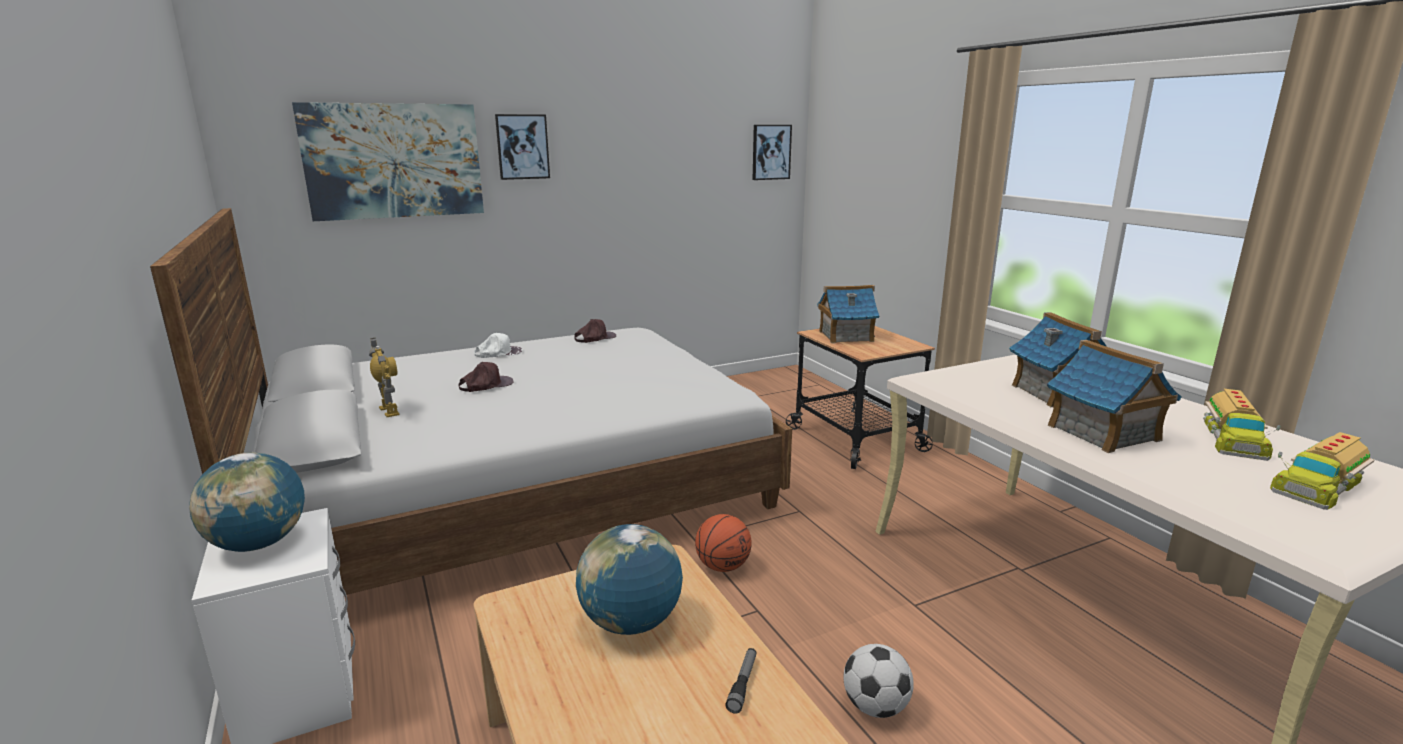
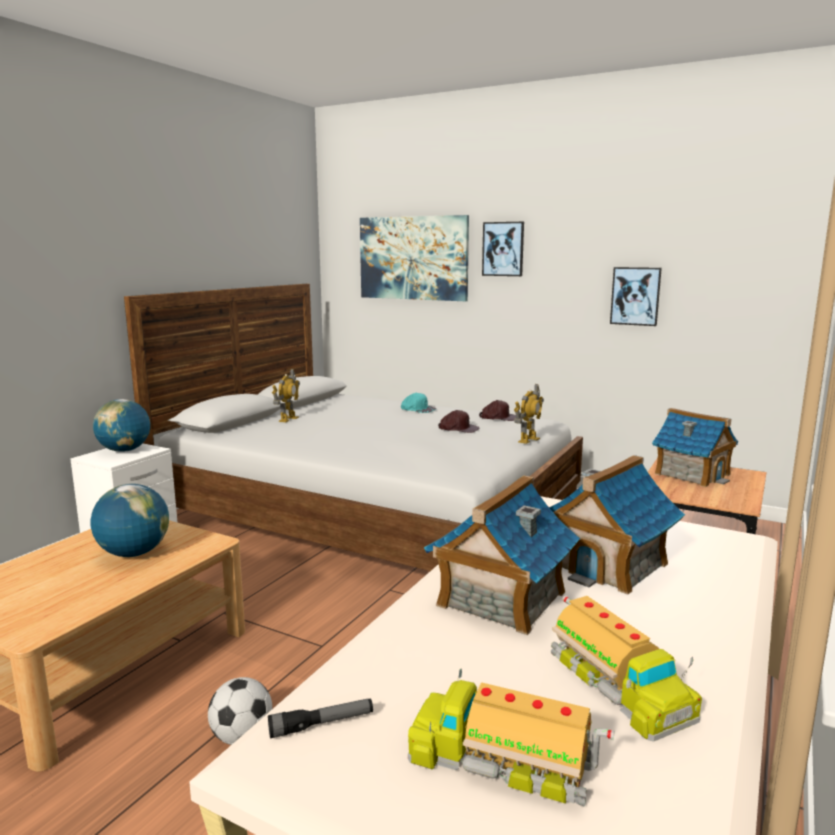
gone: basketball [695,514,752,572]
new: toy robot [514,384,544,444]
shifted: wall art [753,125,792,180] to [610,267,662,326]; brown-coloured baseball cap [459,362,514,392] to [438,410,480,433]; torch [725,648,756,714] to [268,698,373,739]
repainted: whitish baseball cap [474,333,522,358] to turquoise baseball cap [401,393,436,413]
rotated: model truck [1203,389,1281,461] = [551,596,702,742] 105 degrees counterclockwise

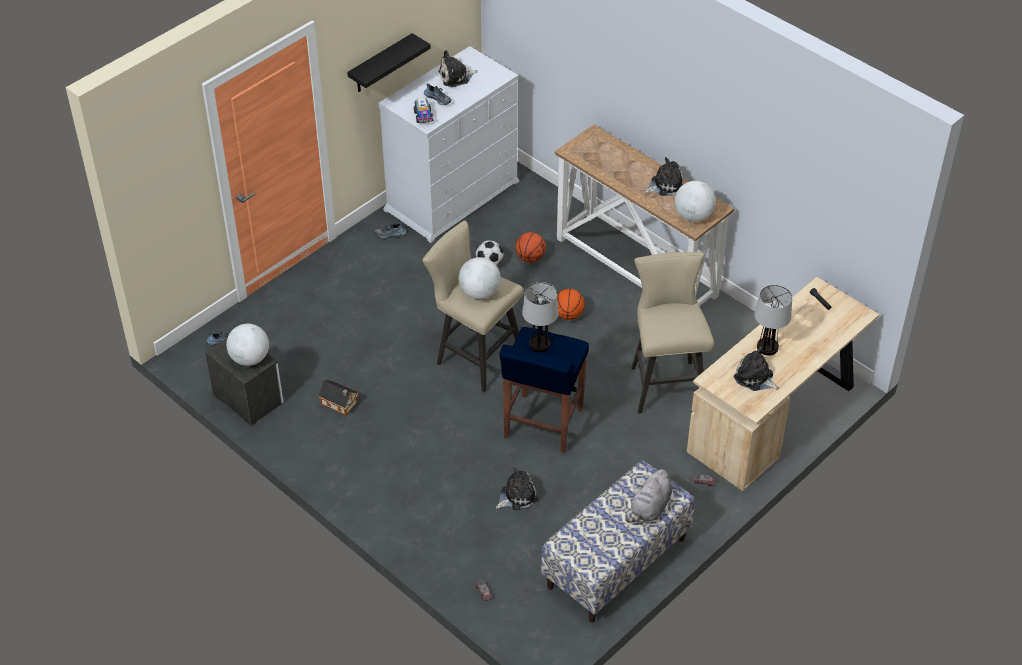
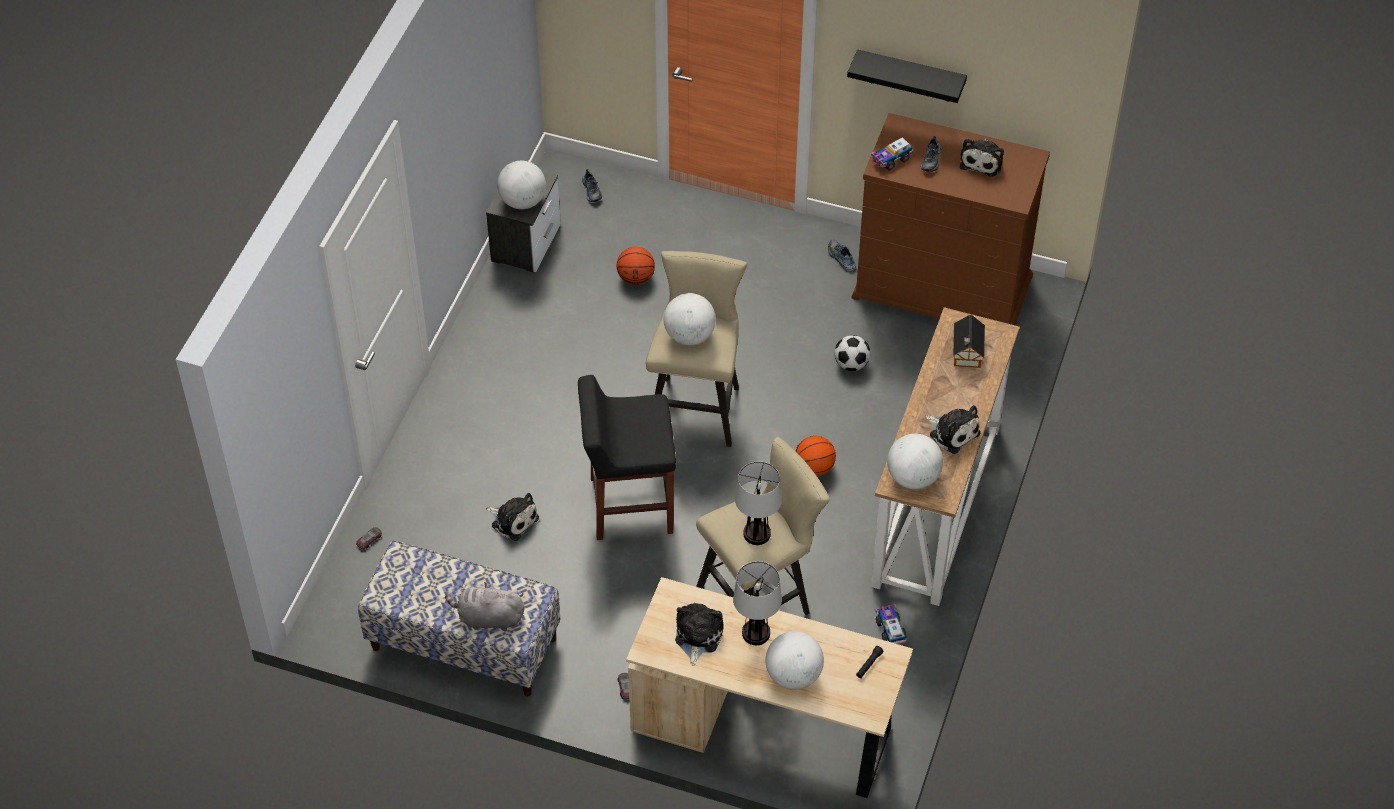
new: model truck [876,604,907,644]; desk globe [765,631,824,690]
shifted: basketball [516,232,546,263] to [617,247,655,285]; tabletop lamp [522,282,559,352] to [735,461,782,545]; model house [318,380,358,415] to [953,315,985,368]
repainted: whitish drawer chest [378,46,519,243] to brown-coloured drawer chest [851,113,1050,325]; bluish sitting stool [500,327,589,453] to blackish sitting stool [578,375,676,540]
rotated: soft toy [439,50,478,87] = [960,138,1004,177] 120 degrees counterclockwise

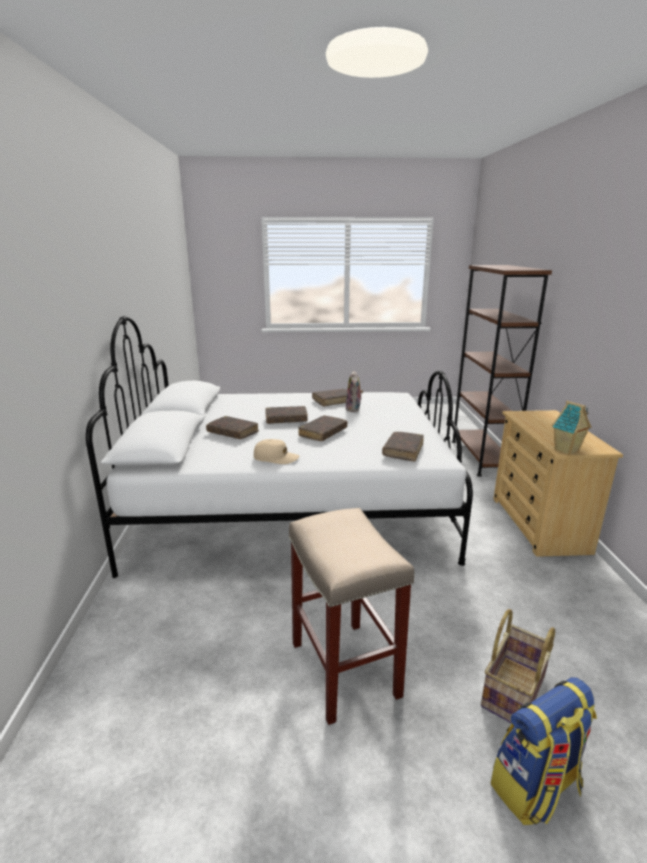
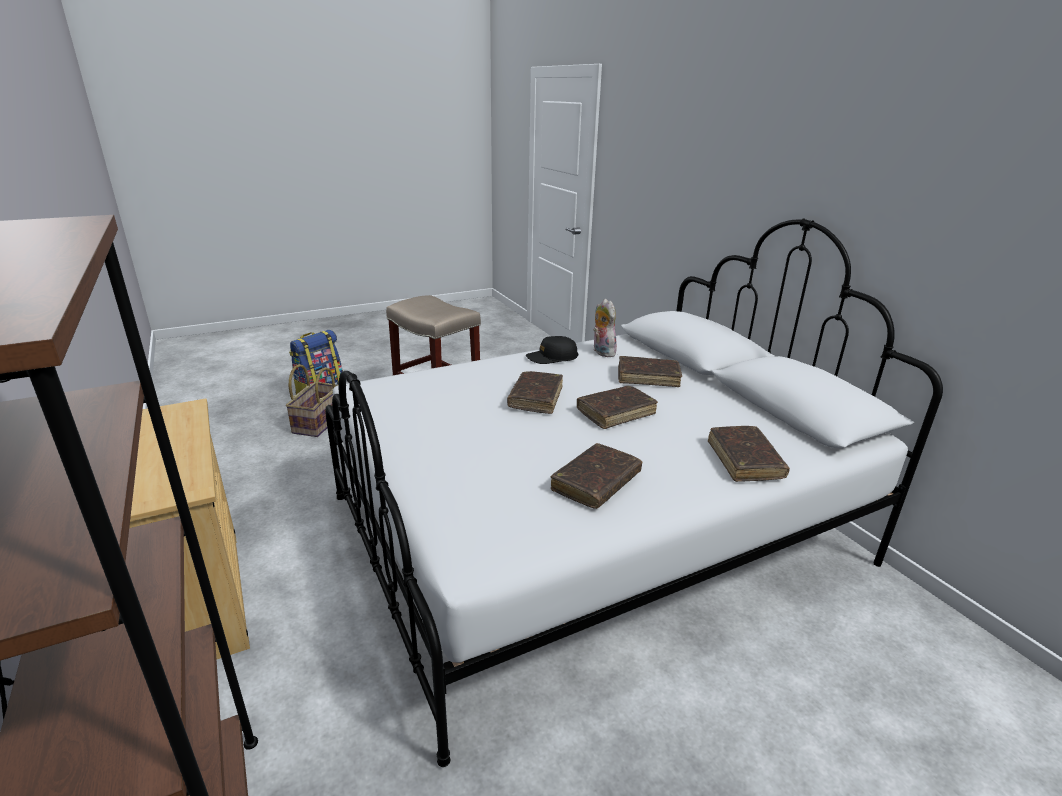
gone: model house [552,401,592,455]
shifted: soft toy [346,371,363,412] to [593,299,617,357]; brown-coloured book [382,432,424,461] to [708,426,790,482]
repainted: beige-coloured baseball cap [254,439,299,464] to blackish baseball cap [526,336,578,364]

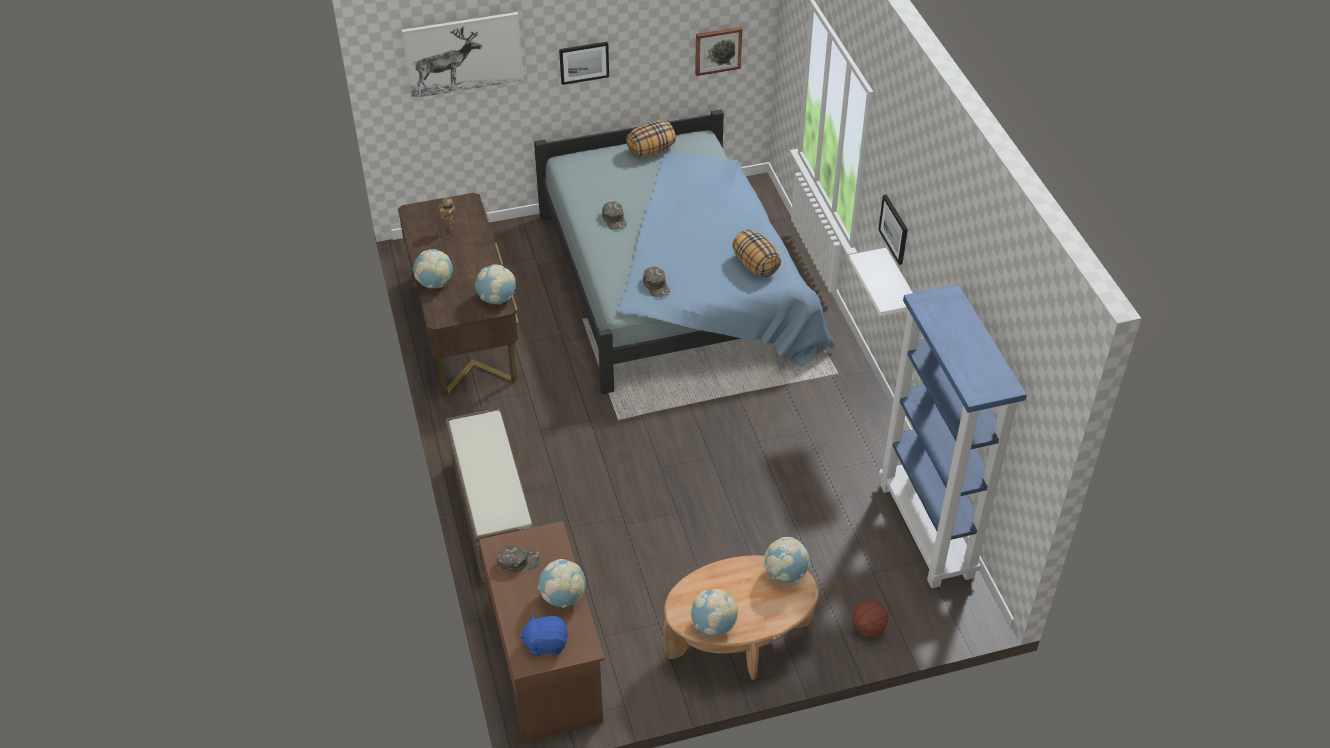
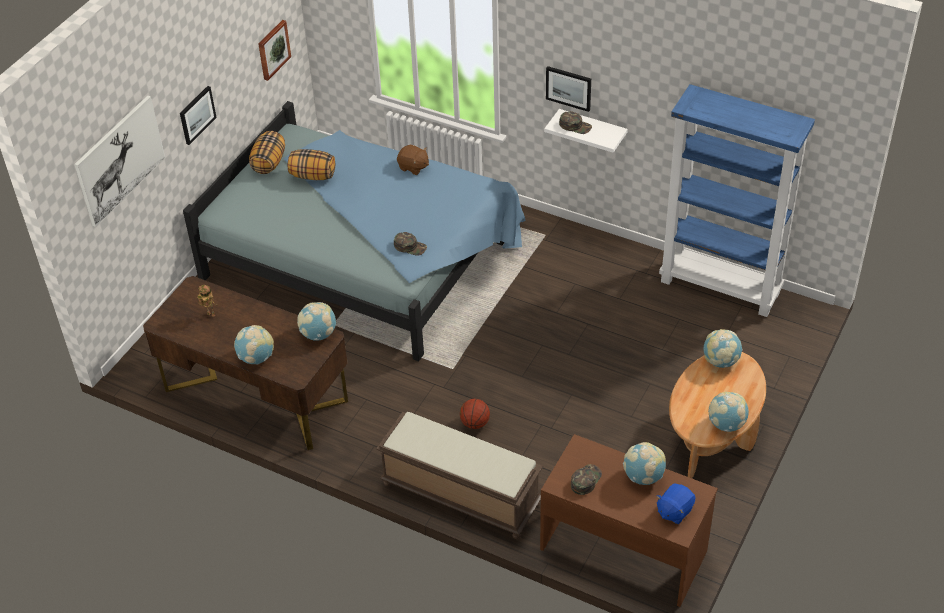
new: brown-coloured soft toy [397,145,429,175]
shifted: green-coloured baseball cap [602,201,627,230] to [559,111,592,134]; throw pillow [732,229,781,277] to [288,149,335,180]; basketball [852,600,888,636] to [460,399,490,429]

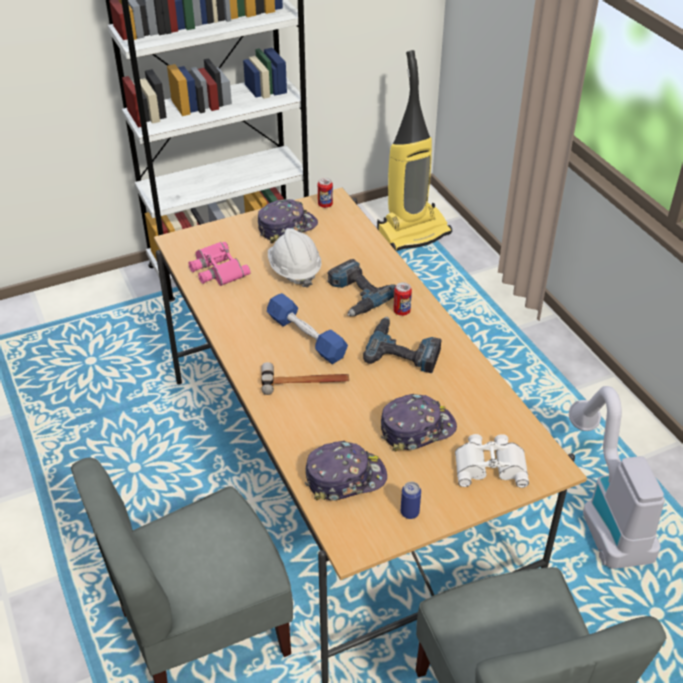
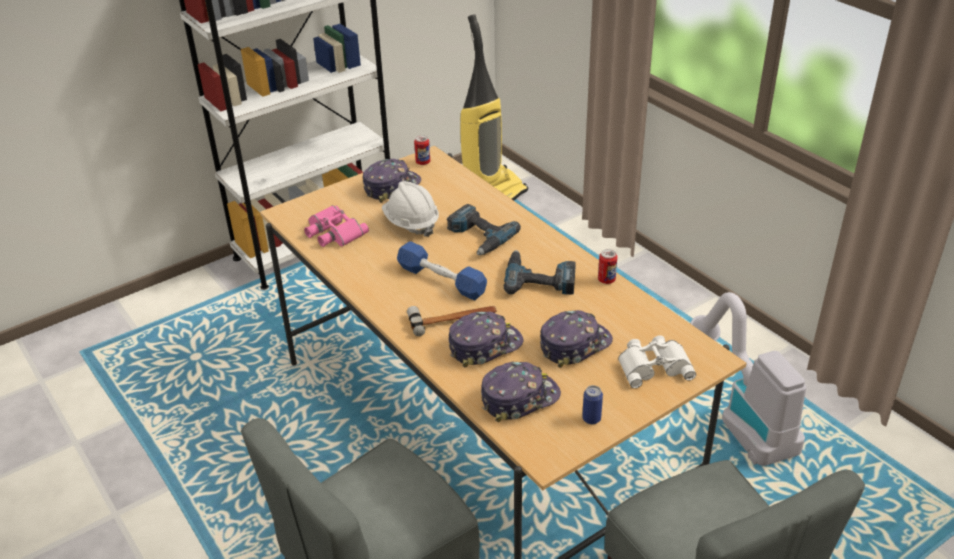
new: baseball cap [449,312,523,368]
shifted: sealed can [393,282,412,316] to [598,249,617,284]

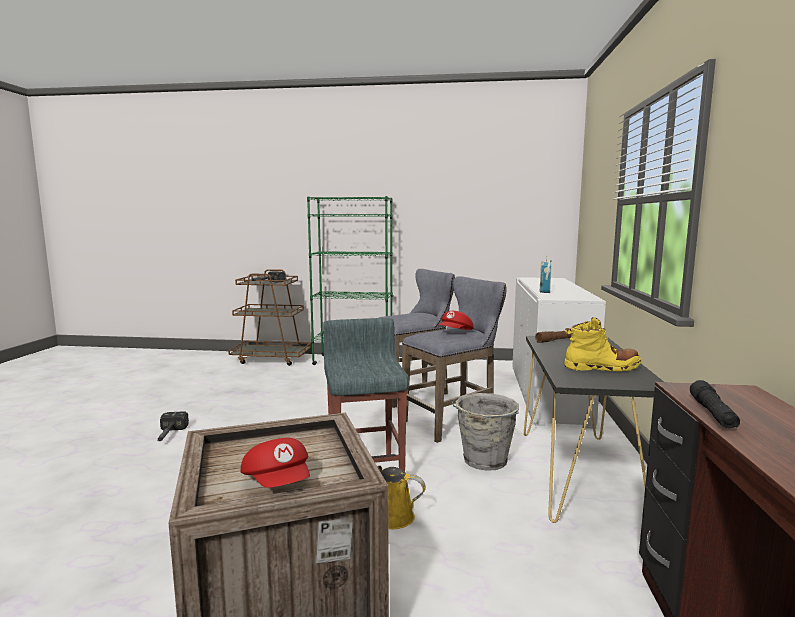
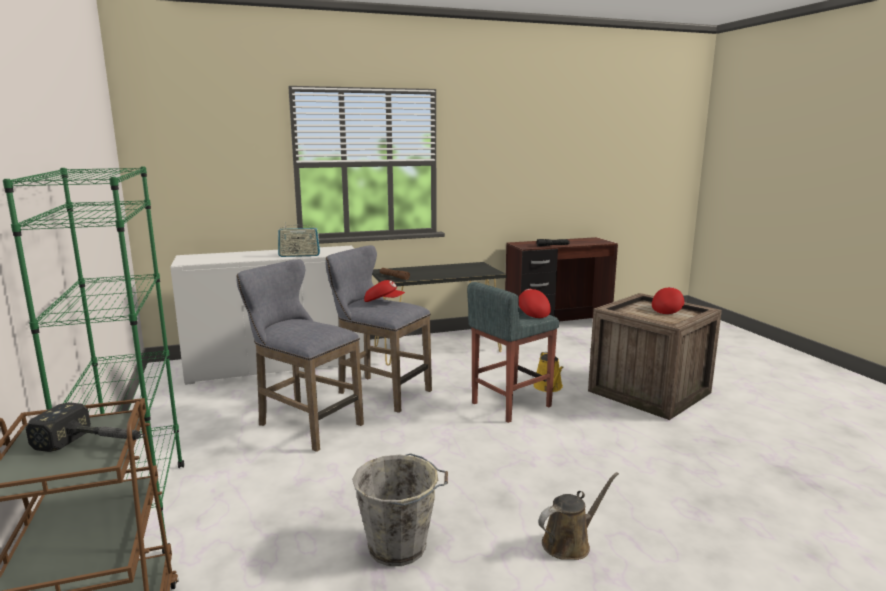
gone: yellow-coloured boot [564,317,641,372]
new: reddish baseball cap [519,289,551,318]
shifted: gray bucket [452,393,519,471] to [352,453,448,566]
swapped: hammer [157,411,189,441] to brown-coloured sprinkling can [538,472,619,560]

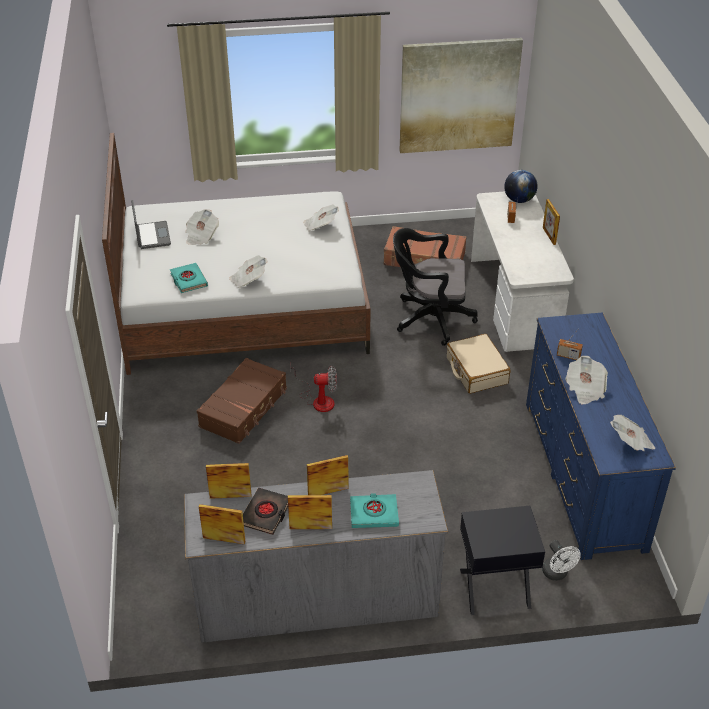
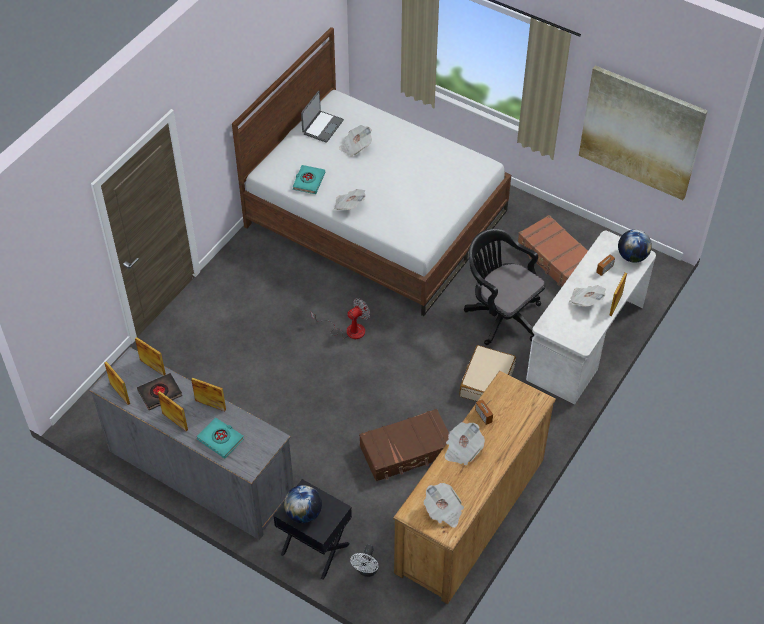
new: desk globe [284,485,322,523]
shifted: printed paper [303,204,339,231] to [569,285,606,307]; brown-coloured travel case [197,358,287,444] to [359,409,449,481]
repainted: bluish drawer chest [526,313,676,560] to brown-coloured drawer chest [393,371,556,604]
rotated: cooling fan [290,362,337,412] = [311,298,370,339] 75 degrees counterclockwise

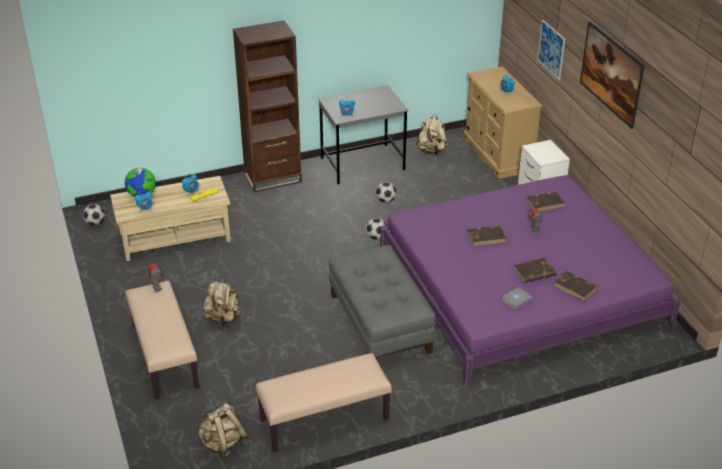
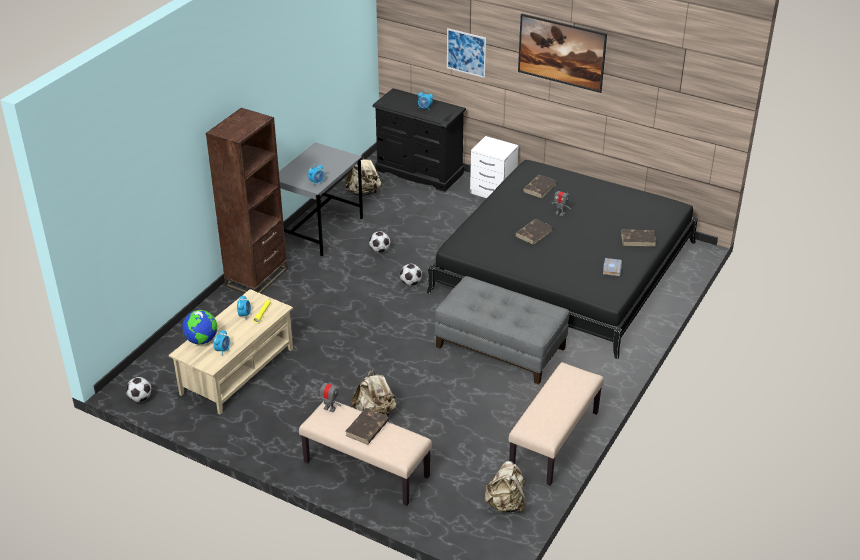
shifted: brown-coloured book [513,258,556,283] to [345,408,389,445]
repainted: beige-coloured drawer chest [464,66,542,179] to blackish drawer chest [372,88,466,192]; purplish bedroom bed [380,175,680,387] to blackish bedroom bed [426,160,698,359]

